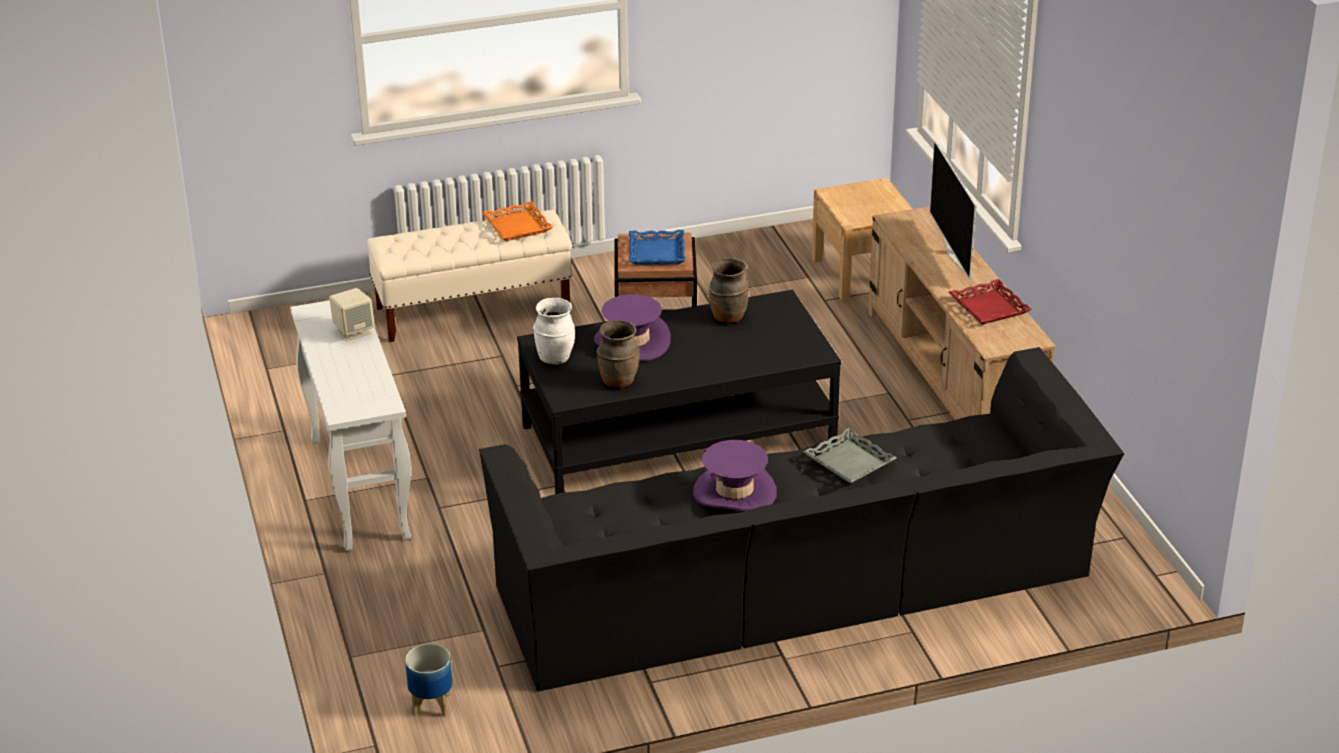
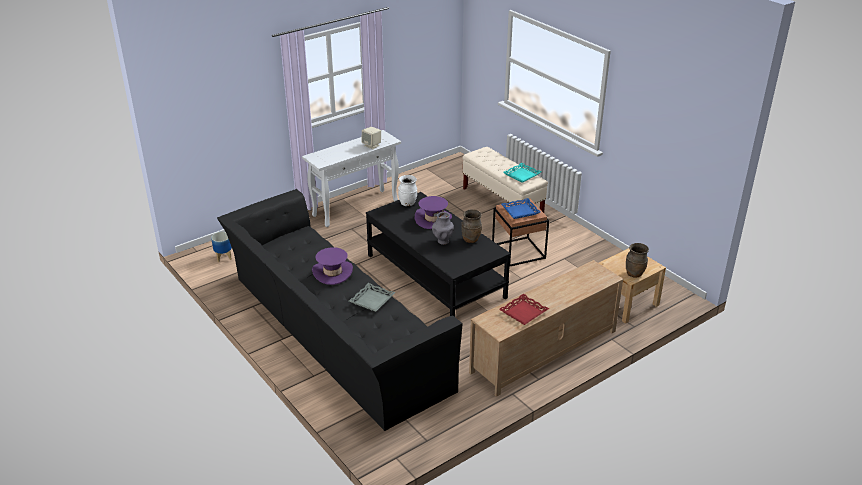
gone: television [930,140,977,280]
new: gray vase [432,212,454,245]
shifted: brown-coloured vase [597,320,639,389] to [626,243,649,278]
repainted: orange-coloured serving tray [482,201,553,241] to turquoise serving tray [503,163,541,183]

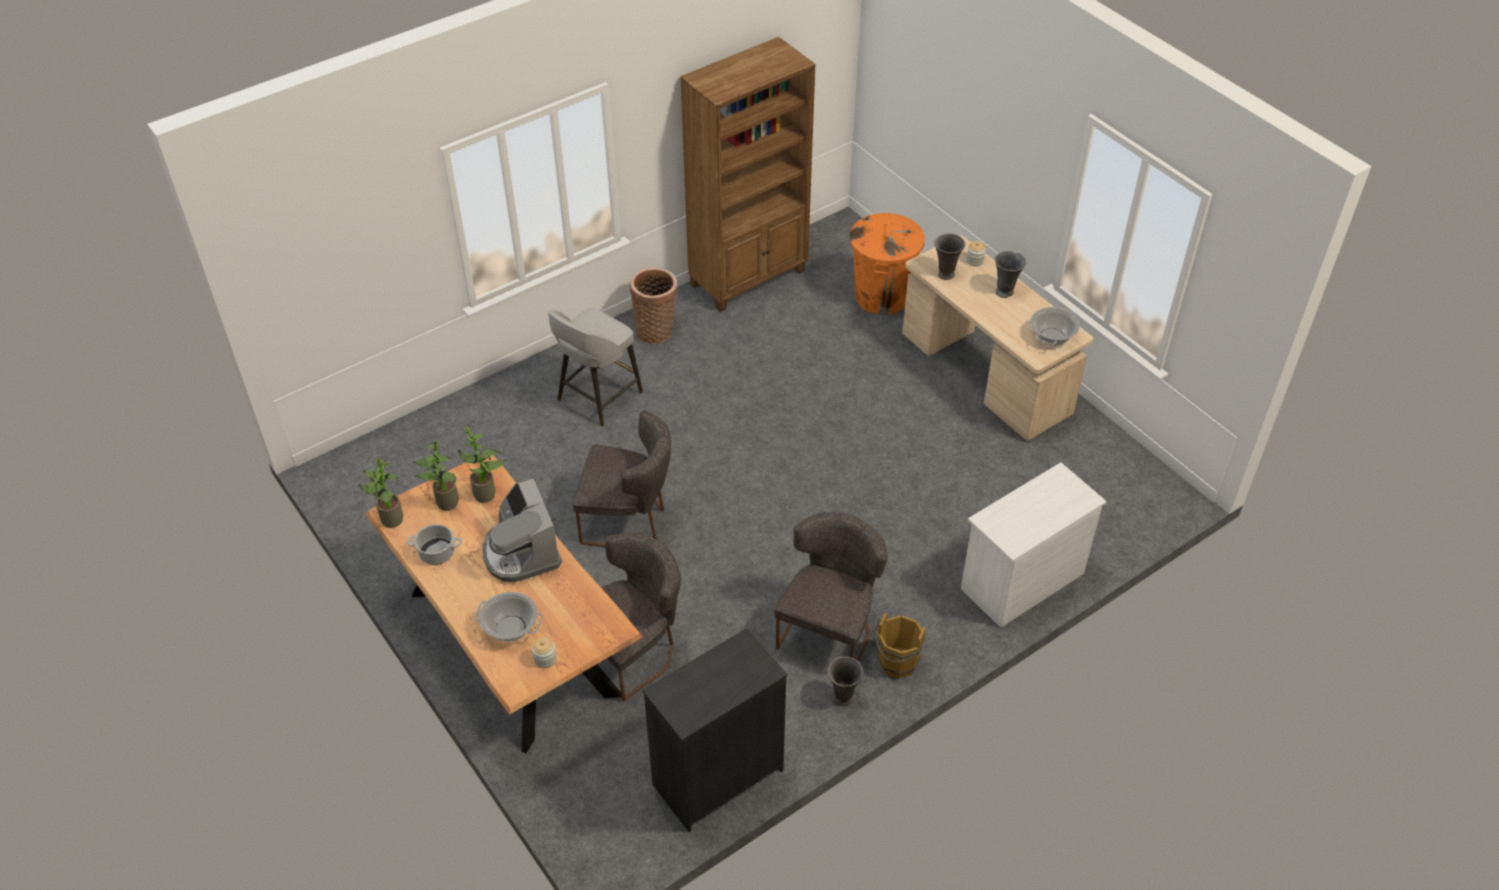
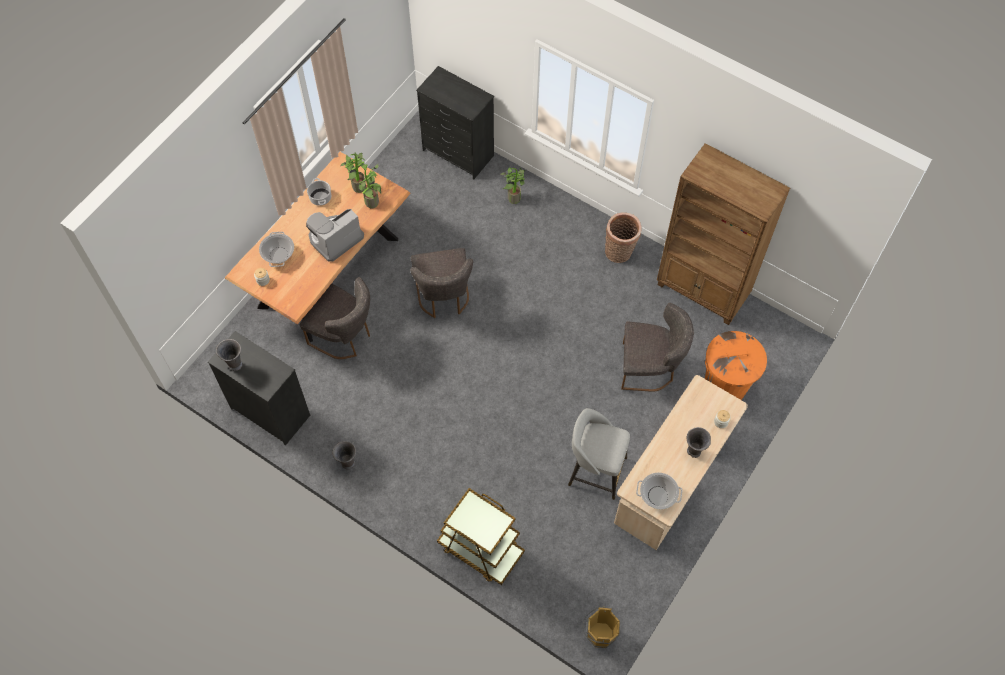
new: blackish drawer chest [416,66,494,179]
shifted: gray vase [934,233,965,280] to [216,339,243,371]; gray sitting stool [548,308,643,427] to [568,408,630,500]; plant in a pot [358,458,403,528] to [499,168,525,204]; gray chair [774,512,888,662] to [621,303,694,392]; brown-coloured bucket [875,612,926,679] to [582,607,620,648]
swapped: whitish drawer chest [961,462,1107,628] to brown-coloured wheeled cart [437,488,525,585]

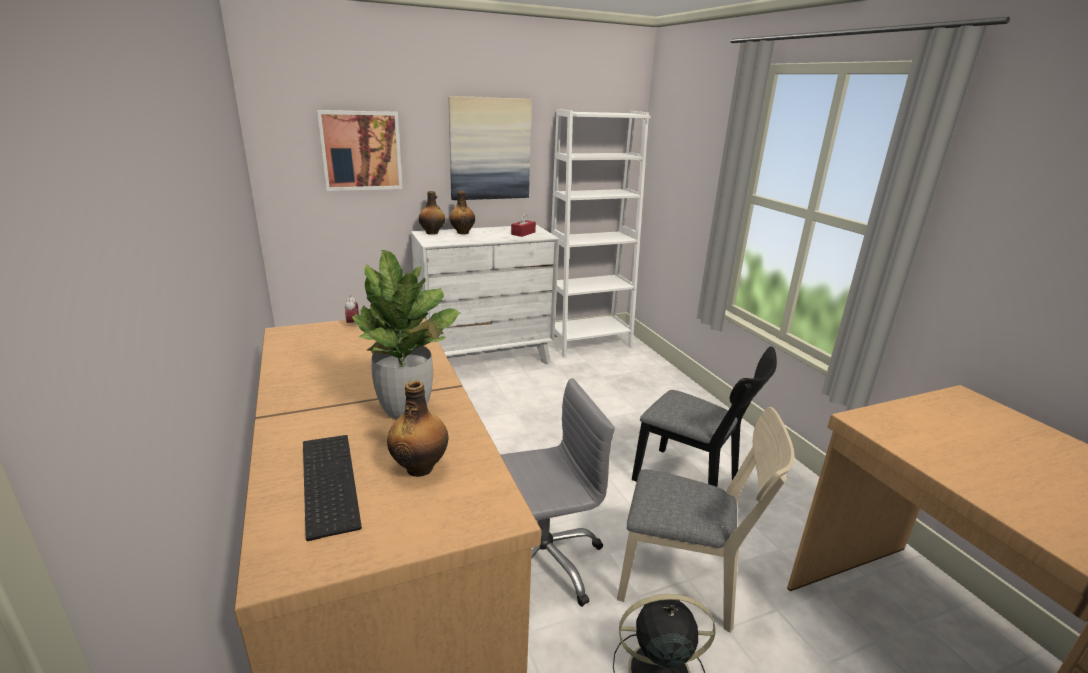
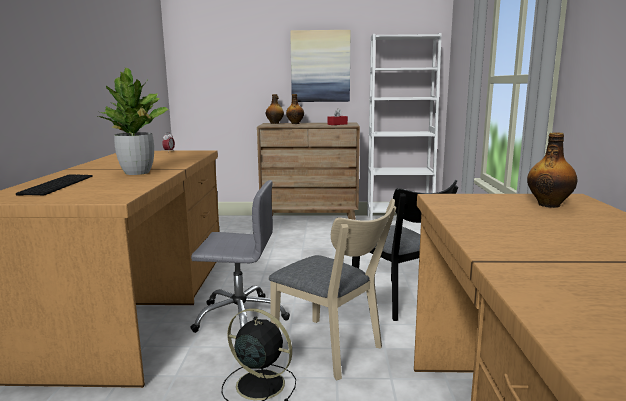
gone: wall art [317,110,403,191]
shifted: drink bottle [387,380,448,477] to [527,132,577,208]
repainted: whitish drawer chest [411,225,559,365] to brown-coloured drawer chest [257,123,360,220]

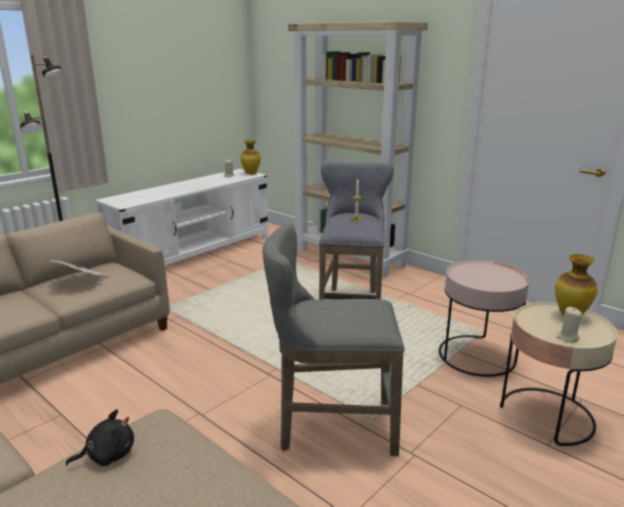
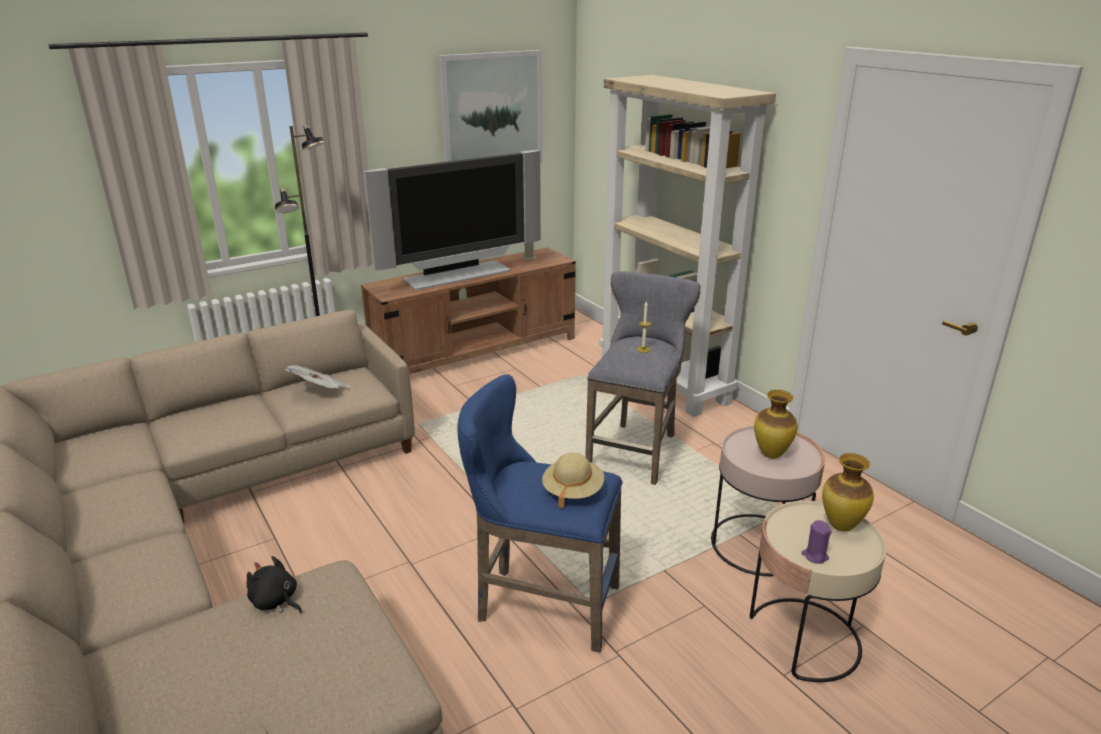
new: wall art [438,50,542,163]; television [364,150,541,290]; beige-coloured clothing hat [542,452,604,509]
shifted: vase [241,140,261,175] to [754,390,797,459]
repainted: whitish tv stand [95,169,268,265] to brown-coloured tv stand [361,247,576,374]; gray sitting stool [262,223,405,456] to bluish sitting stool [457,374,623,653]; beige-coloured wax light [557,307,582,342] to purplish wax light [801,520,832,564]
rotated: blackish soft toy [66,409,134,466] = [247,556,302,613] 135 degrees counterclockwise

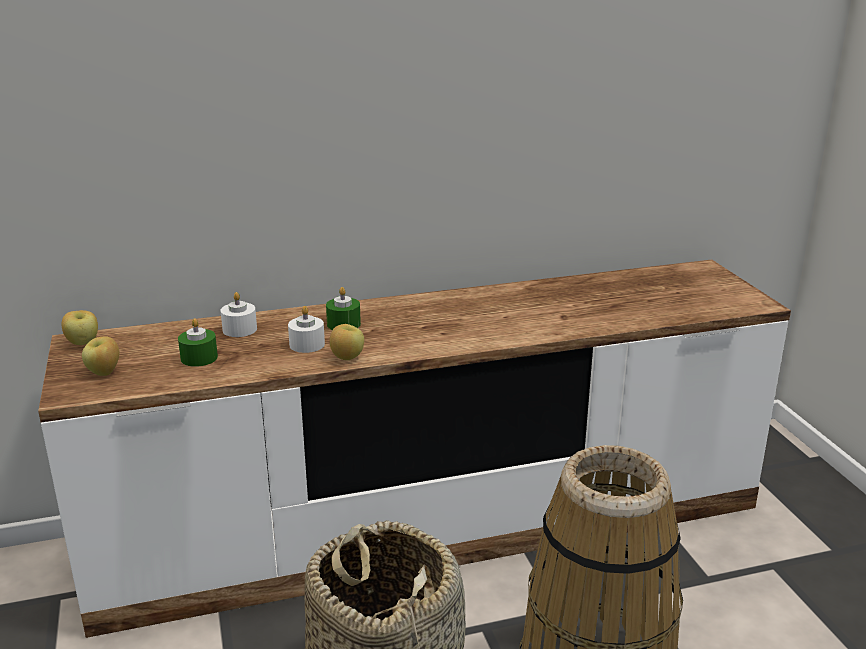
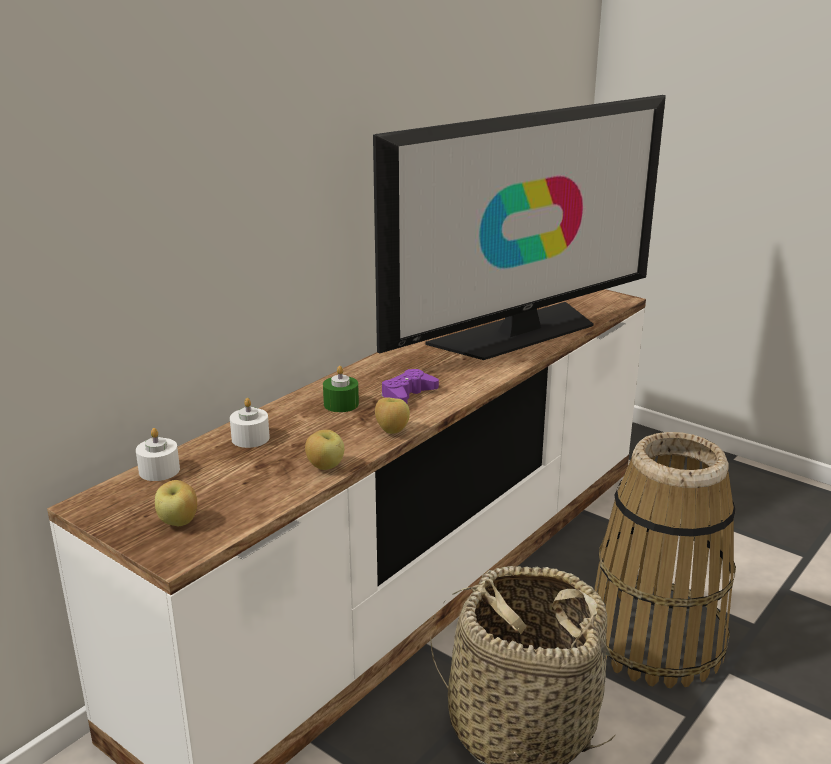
gone: green-coloured wax light [178,318,218,367]
new: television [373,95,666,360]; purplish game controller [382,369,439,403]
shifted: whitish wax light [288,306,325,353] to [136,428,180,481]; whole apple [62,310,98,345] to [305,430,344,470]

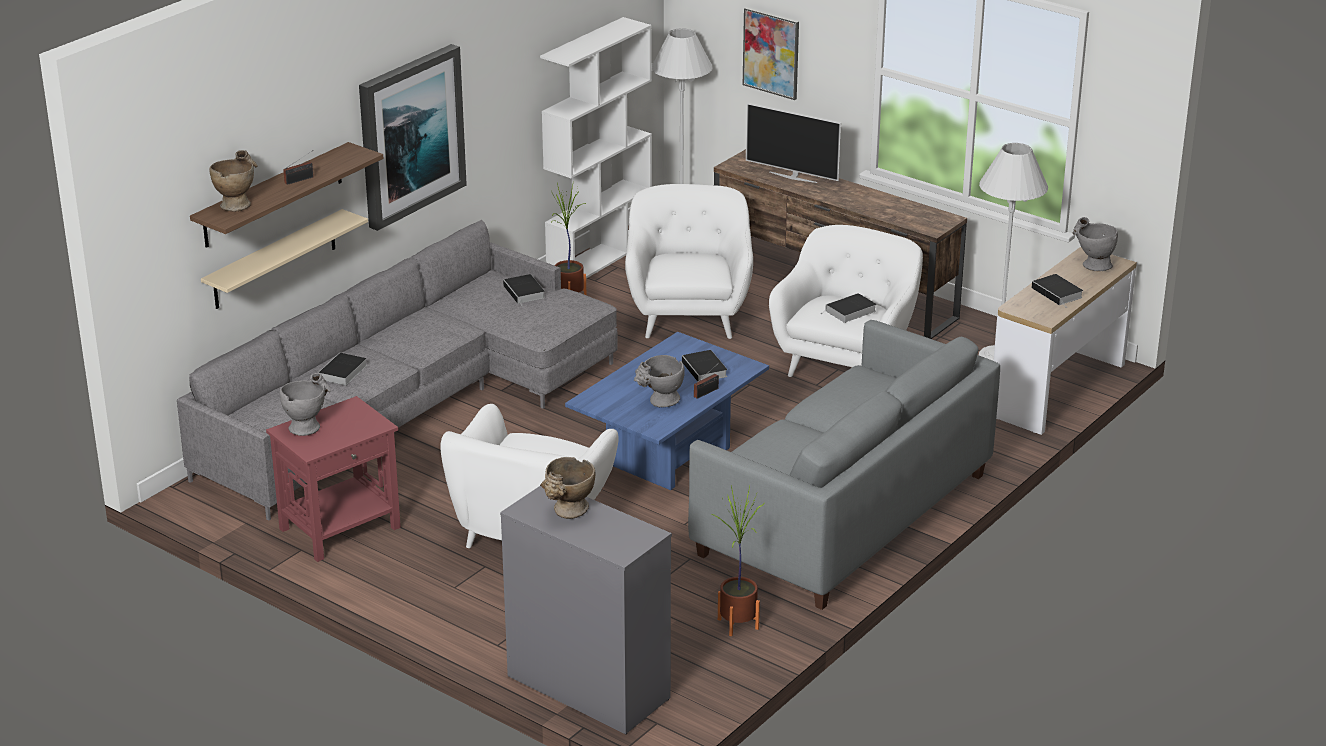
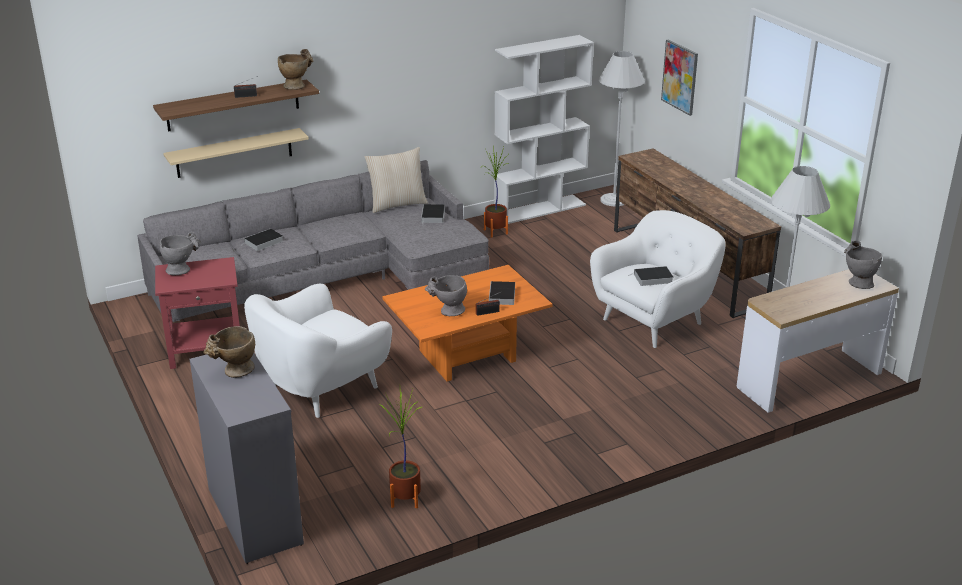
gone: wall art [359,44,467,231]; television [746,103,841,183]; whitish easy chair [625,184,753,339]; book [1032,274,1083,307]; gray sofa [688,320,1000,610]
new: beige-coloured throw pillow [365,147,428,213]
shifted: beige-coloured vase [209,150,258,212] to [278,49,313,90]
repainted: bluish coffee table [565,332,769,490] to orange-coloured coffee table [382,265,553,381]

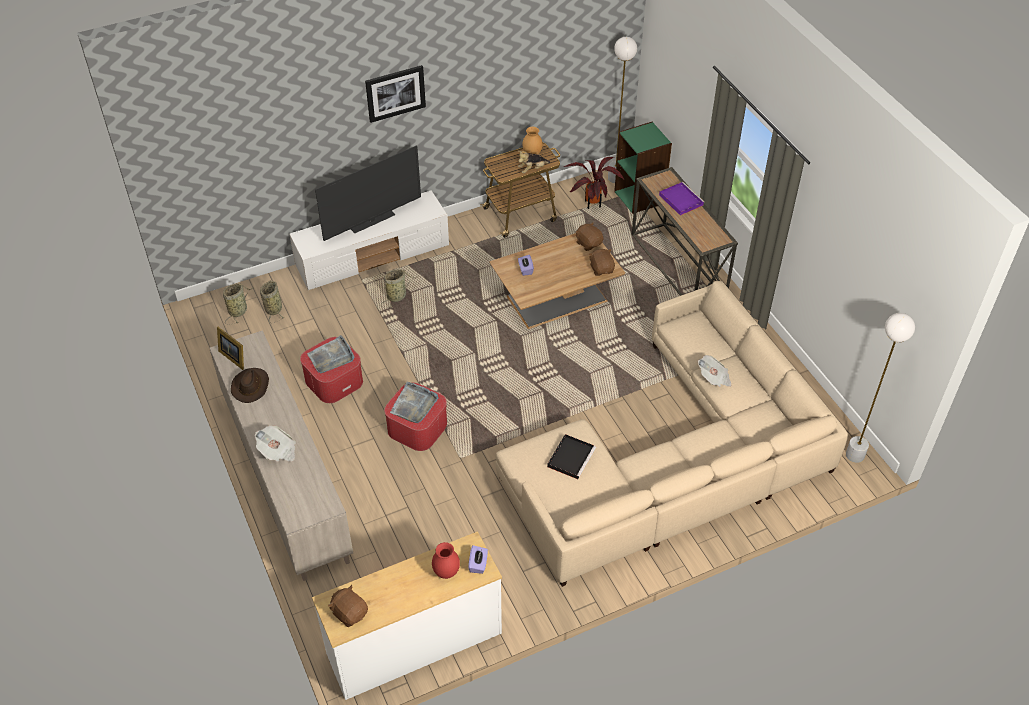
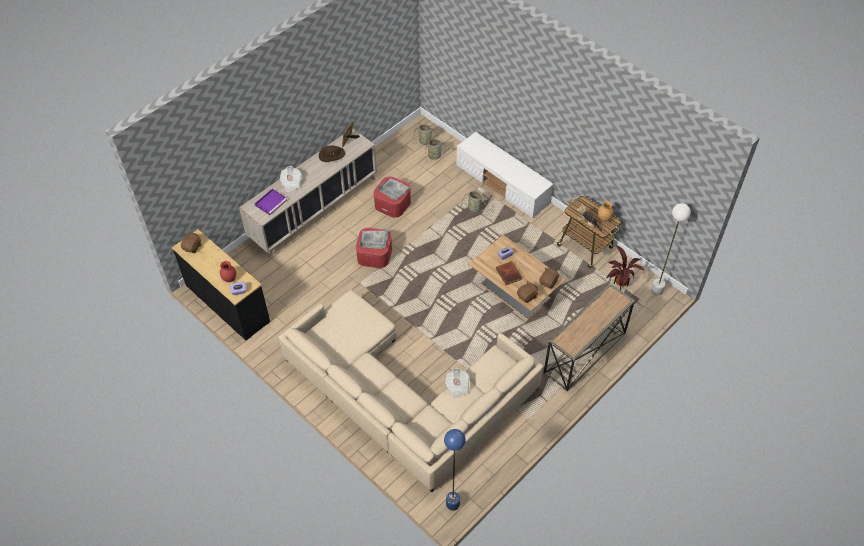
gone: wall art [365,65,426,123]; green-coloured bookcase [614,121,672,214]; television [315,146,421,241]; blackish serving tray [547,434,596,479]
new: book [496,261,522,285]
shifted: purplish serving tray [659,182,705,216] to [255,189,287,215]
repainted: whitish standard lamp [846,313,915,463] to bluish standard lamp [444,429,466,511]; whitish drawer chest [312,531,502,700] to blackish drawer chest [172,229,270,340]

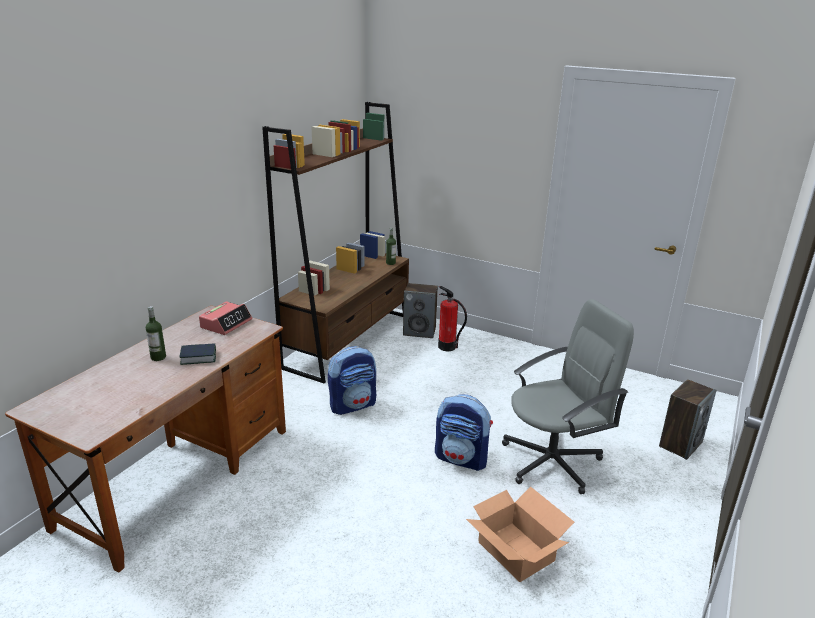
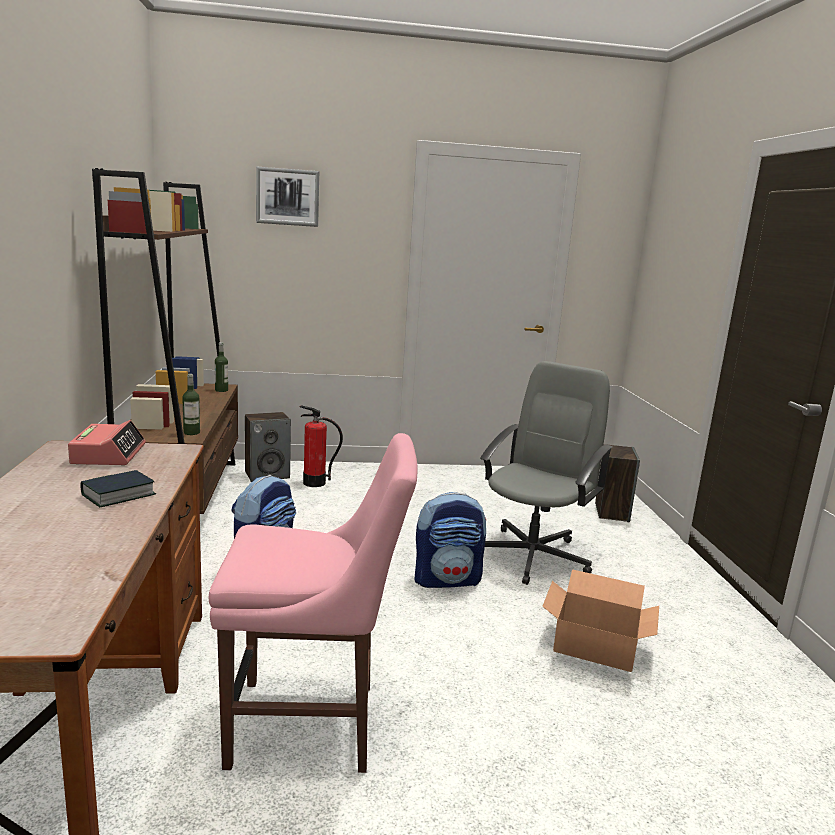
new: wall art [256,166,319,227]; pink-coloured chair [209,433,417,773]
shifted: drink bottle [146,306,166,361] to [182,374,200,435]

